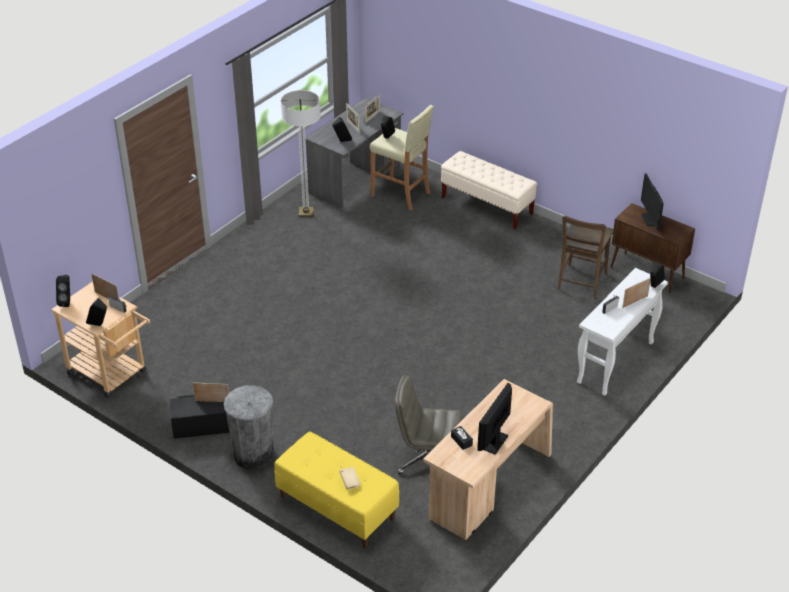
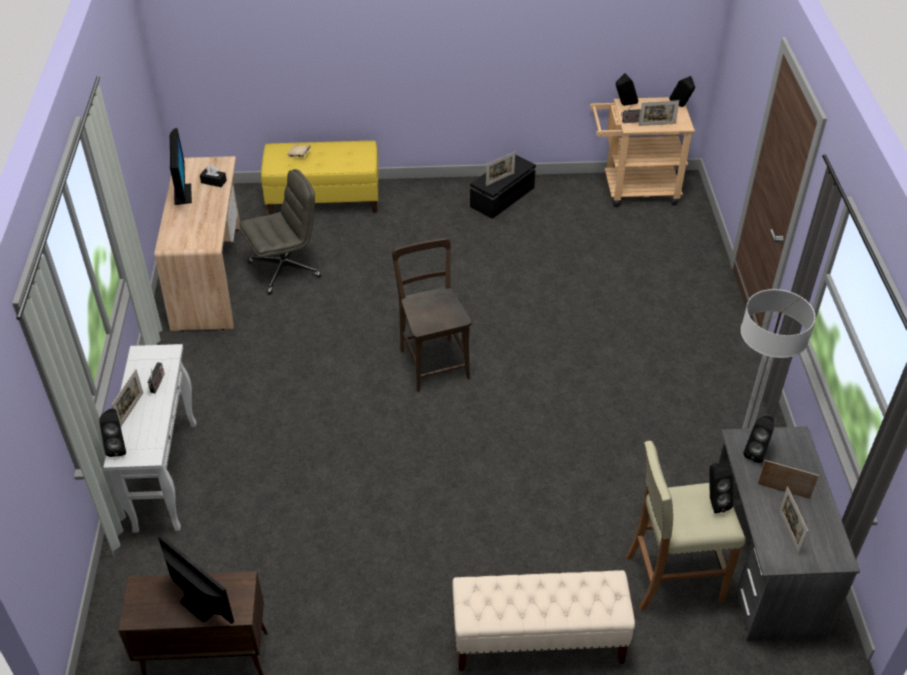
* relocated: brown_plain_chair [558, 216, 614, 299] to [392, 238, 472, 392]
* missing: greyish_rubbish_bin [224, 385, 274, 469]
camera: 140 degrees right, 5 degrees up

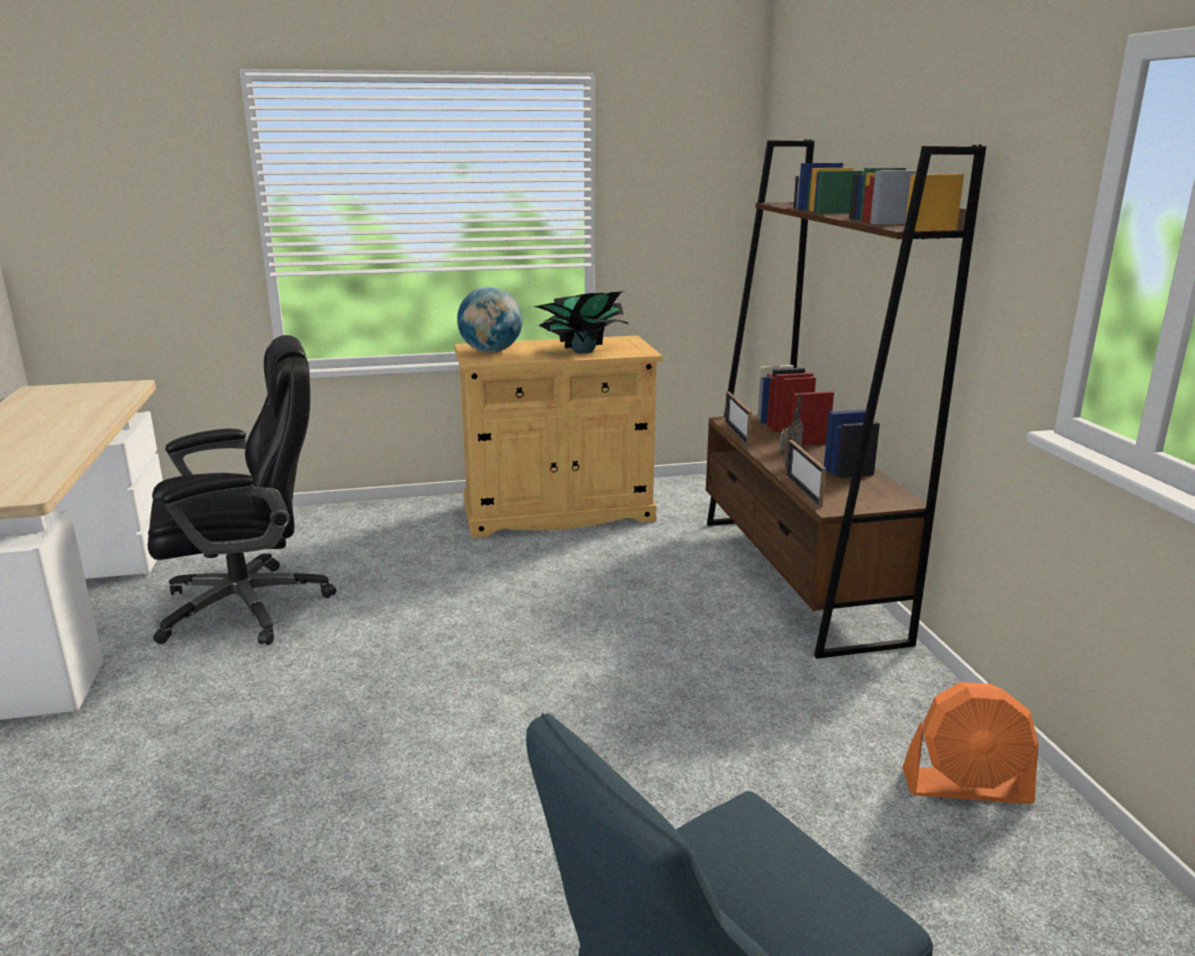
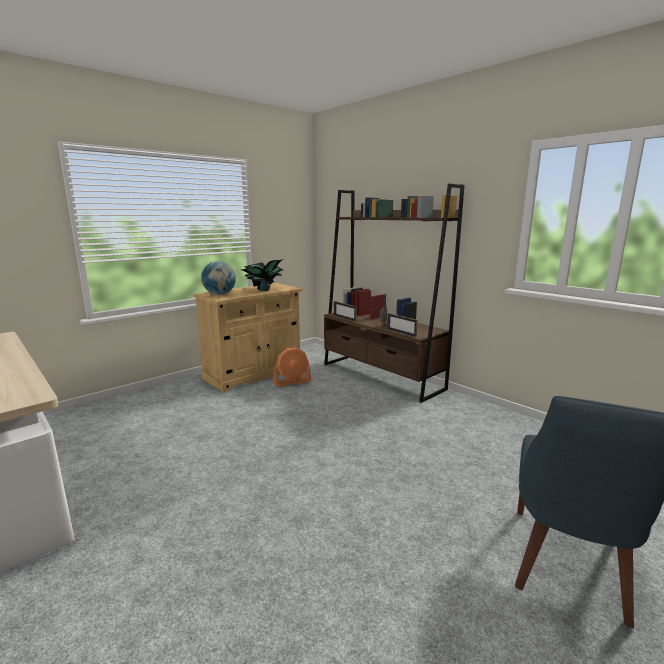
* missing: blackish_computer_chair [148, 335, 336, 645]
* relocated: orangey_electric_fan [902, 682, 1039, 804] to [273, 347, 311, 387]
camera: 30 degrees left, 5 degrees down

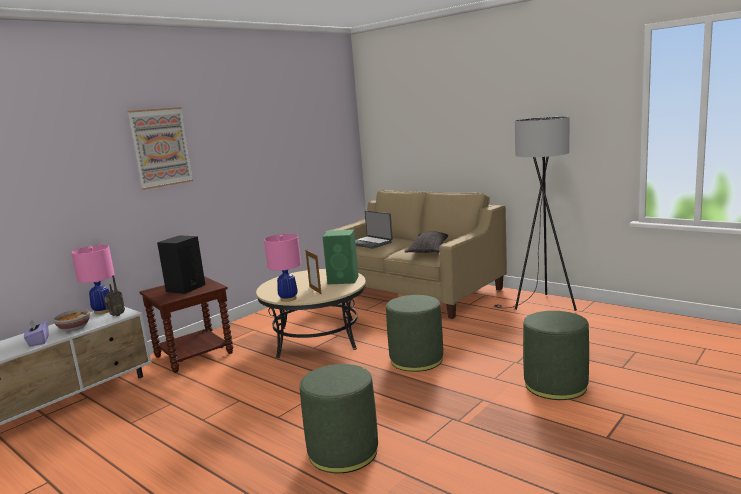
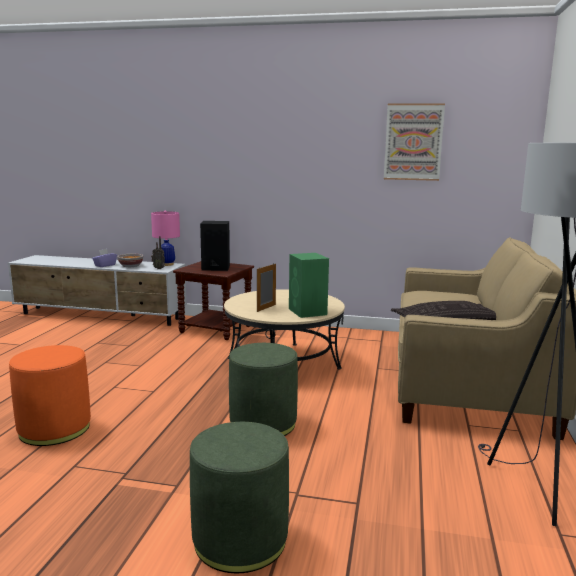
* relocated: wall_art [127, 107, 193, 190] to [384, 103, 445, 181]
* missing: notebook_computer [355, 211, 393, 249]
* missing: pinkish_table_lamp [264, 234, 301, 302]
* colour: green_footrest [300, 364, 378, 473] to orangey_footrest [9, 345, 91, 446]
camera: 60 degrees right, 0 degrees up

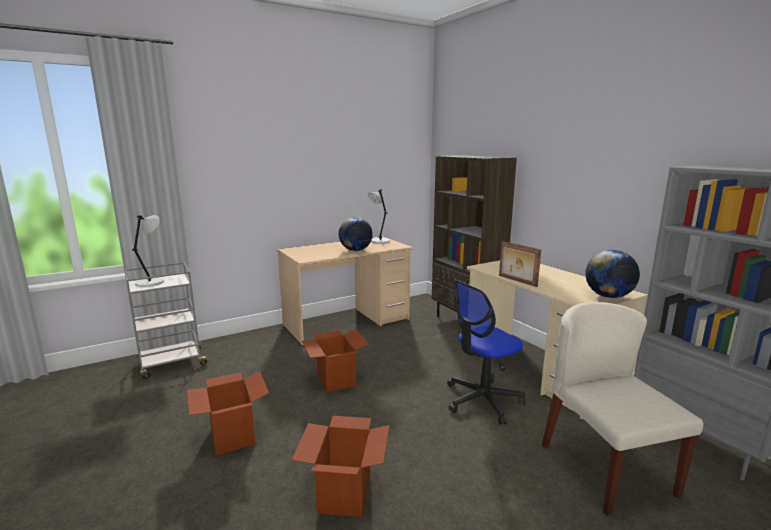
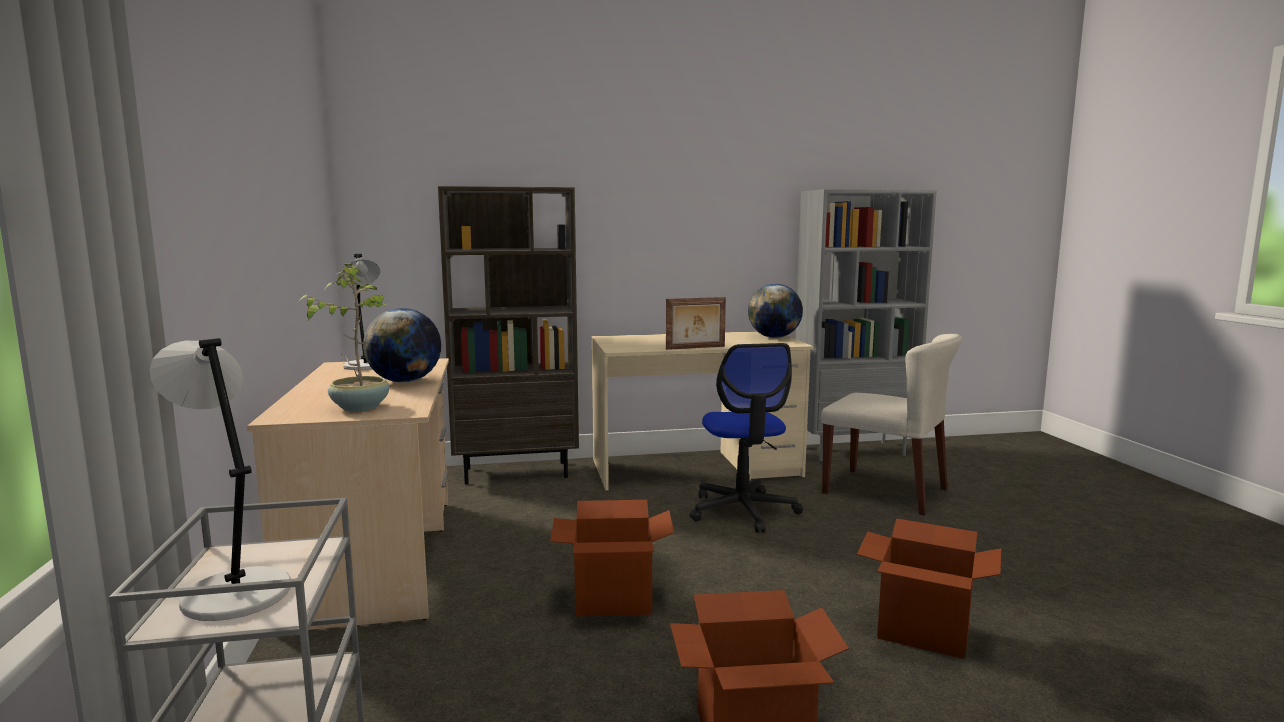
* spun: beige-coloured_plain_chair [542, 302, 703, 516] = [821, 334, 962, 516] 150 degrees counterclockwise
* appeared: houseplant [298, 264, 389, 412]
camera: 70 degrees left, 5 degrees down

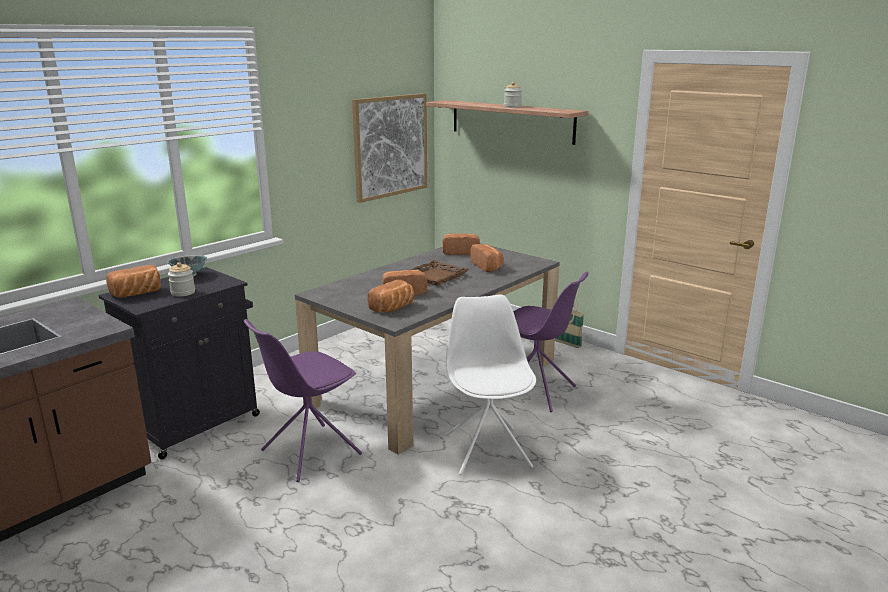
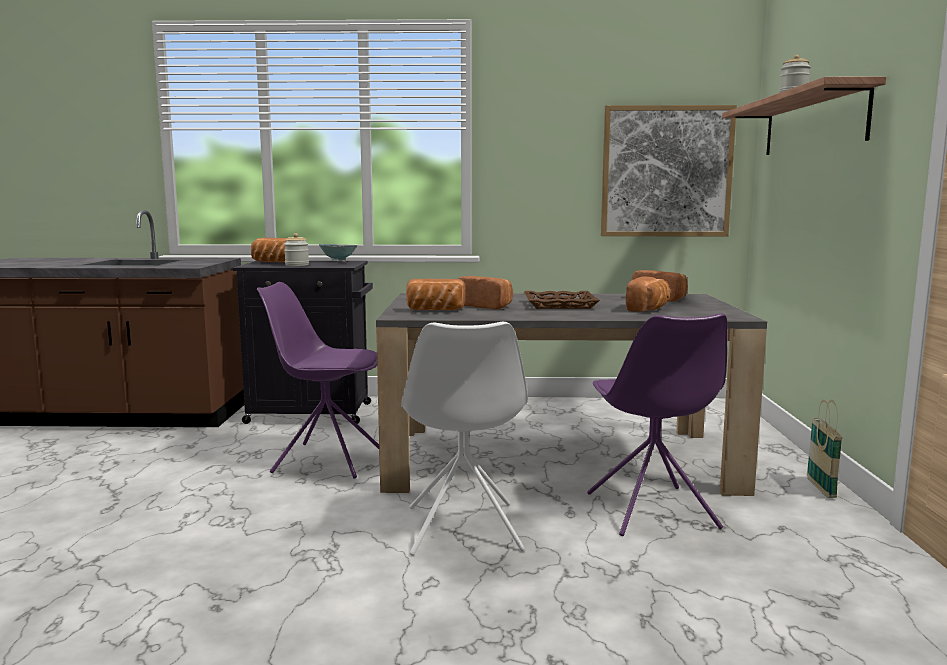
* spun: whitish_plain_chair [446, 294, 536, 475] = [401, 322, 528, 556] 135 degrees clockwise
camera: 50 degrees right, 10 degrees down

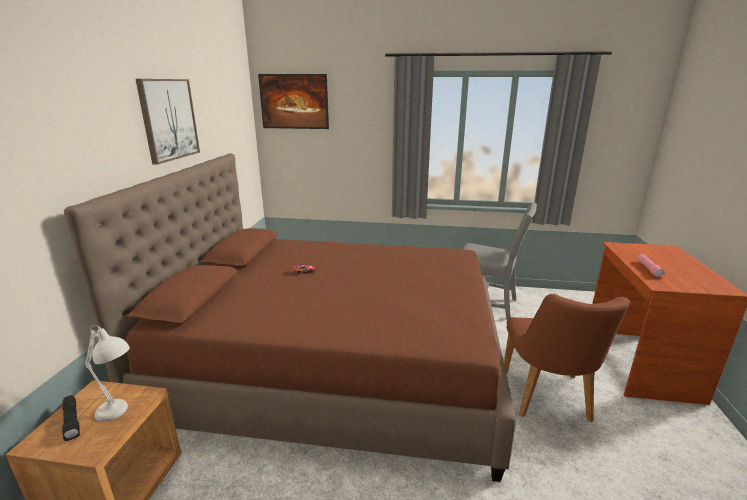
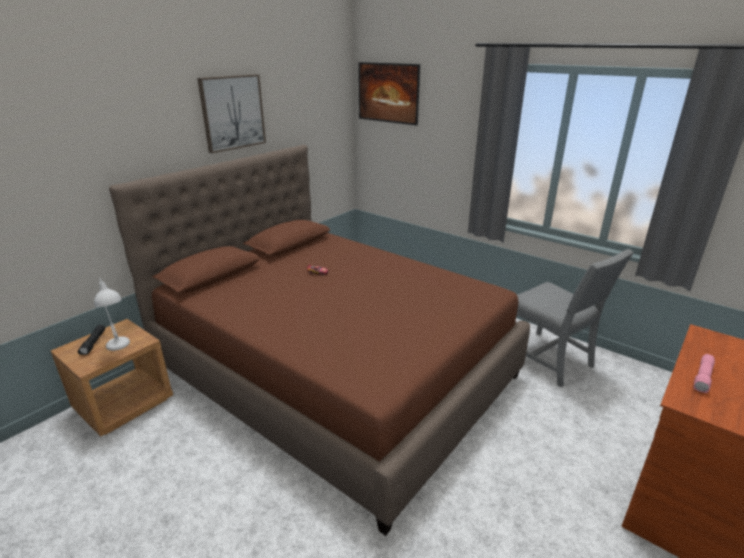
* missing: brown_plain_chair [504, 294, 630, 422]
camera: 30 degrees right, 5 degrees up

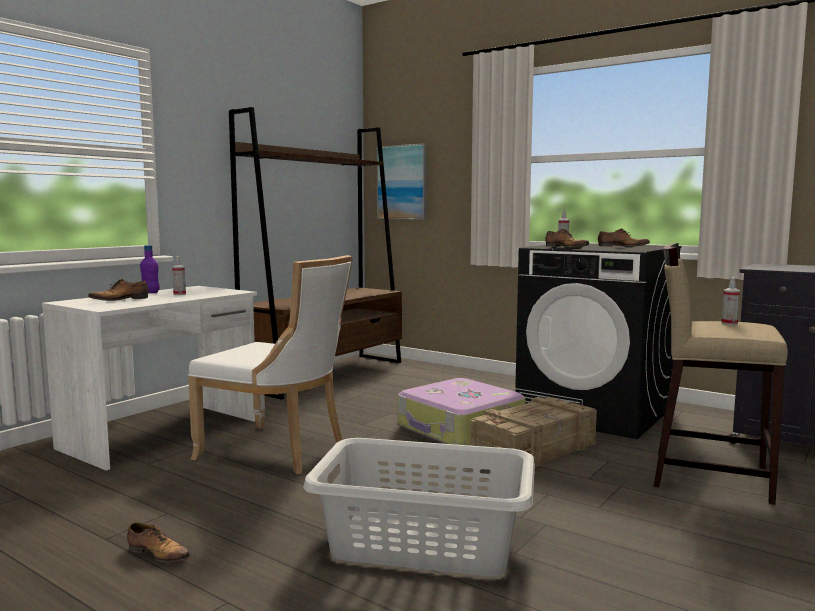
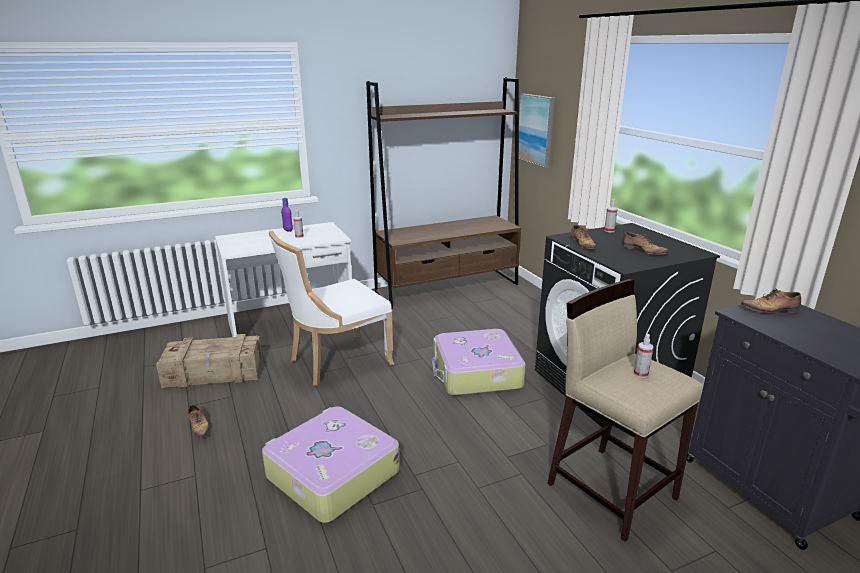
* spun: whitish_plain_chair [188, 255, 353, 474] = [269, 230, 394, 386] 90 degrees clockwise
* relocated: low_shoe [88, 279, 149, 301] to [740, 289, 801, 313]
* relocated: packing_crate [470, 397, 597, 467] to [156, 334, 262, 388]
* exchanged: greyish_laundry_basket [303, 438, 535, 576] to piece_of_luggage [262, 406, 400, 523]
camera: 30 degrees right, 15 degrees up

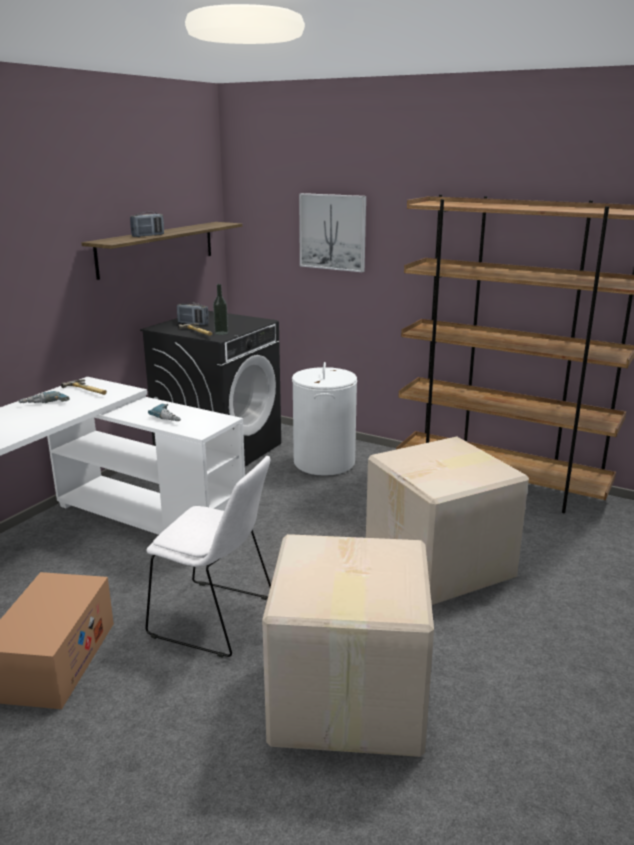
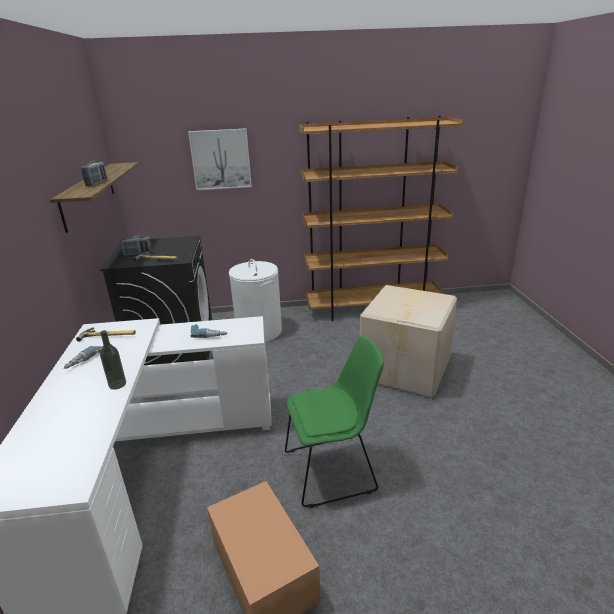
* relocated: drink_bottle [213, 284, 228, 335] to [100, 330, 126, 390]
* colour: whitish_plain_chair [145, 456, 271, 658] to green_plain_chair [285, 336, 384, 508]
* missing: cardboard_box [262, 534, 434, 757]
camera: 35 degrees left, 5 degrees up

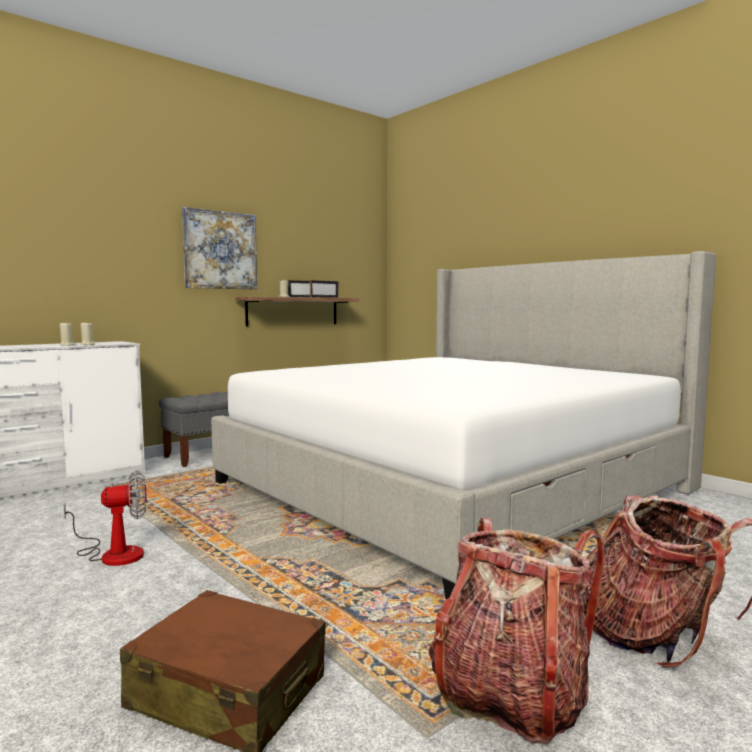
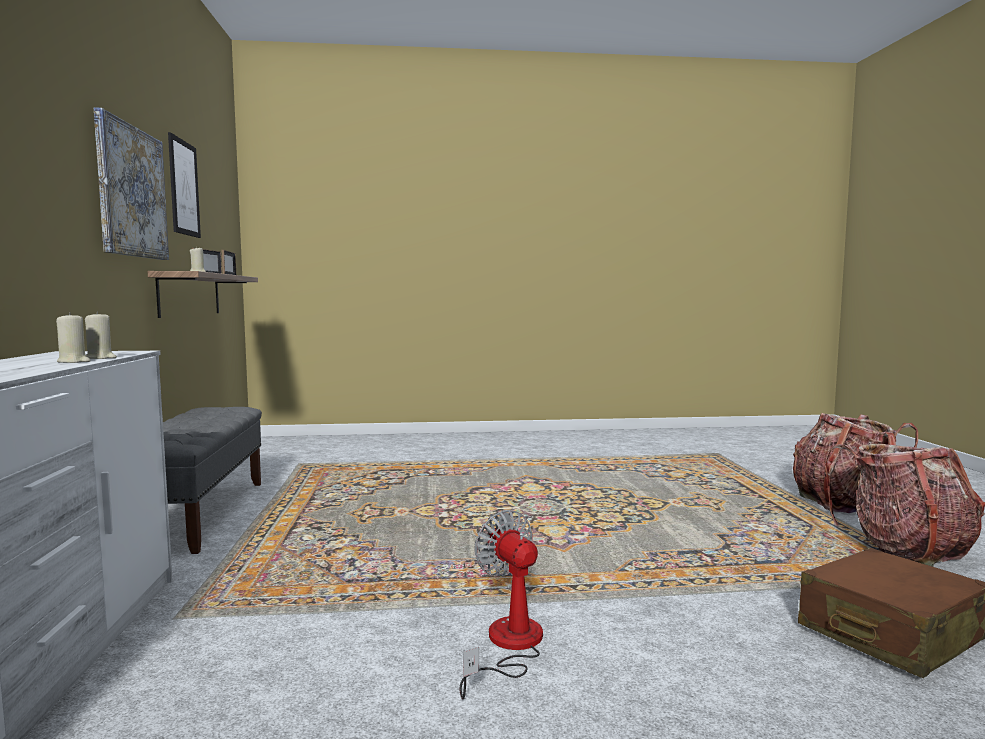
* missing: bed [211, 251, 716, 599]
* spun: electric_fan [64, 470, 147, 566] = [460, 510, 543, 699] 45 degrees counterclockwise
* appeared: wall_art [168, 132, 201, 238]
camera: 55 degrees left, 0 degrees up

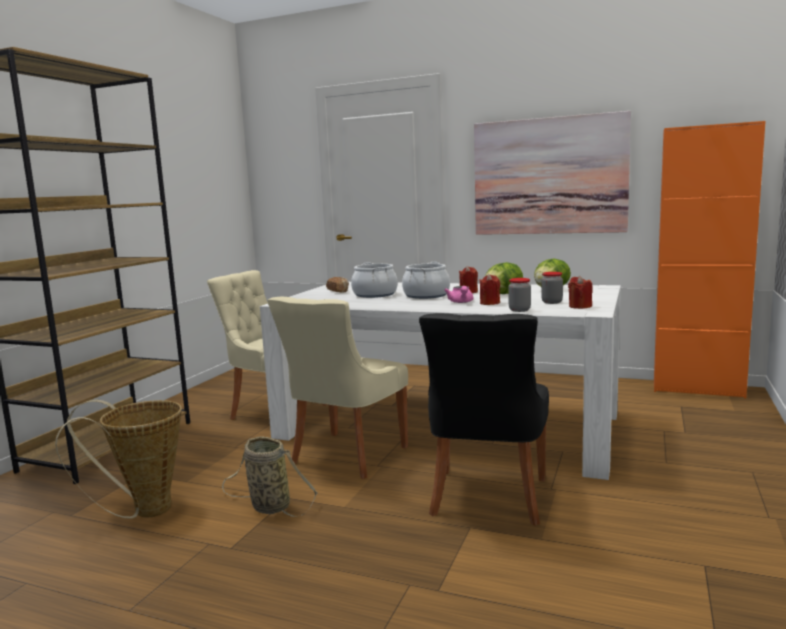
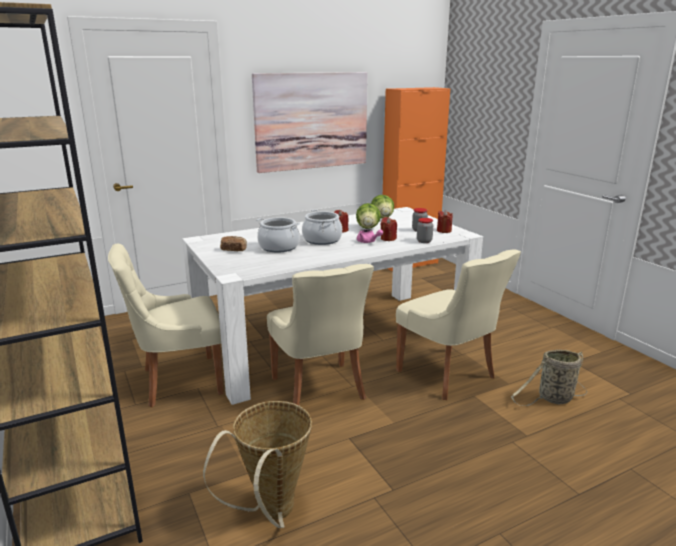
* colour: blackish_plain_chair [419, 313, 549, 526] to beige-coloured_plain_chair [396, 249, 521, 400]
* relocated: storage_basket [222, 436, 318, 517] to [511, 349, 587, 406]
camera: 50 degrees left, 10 degrees up

